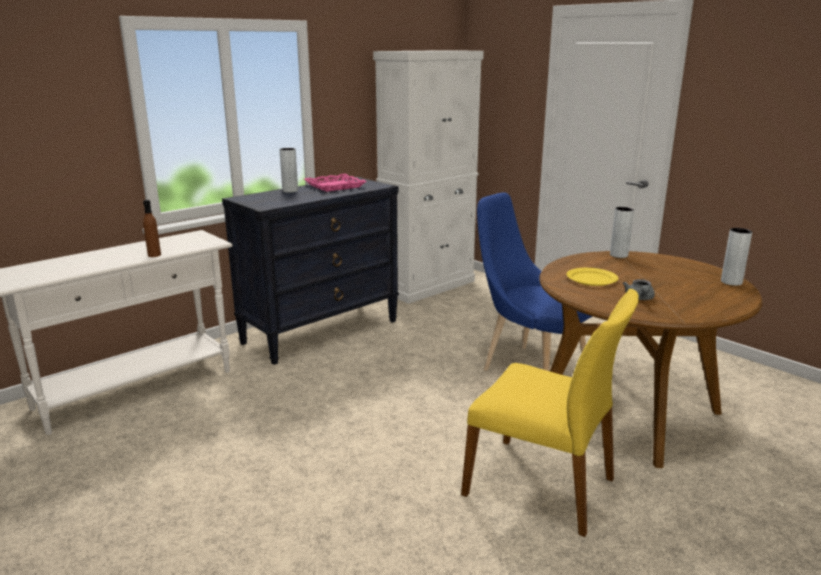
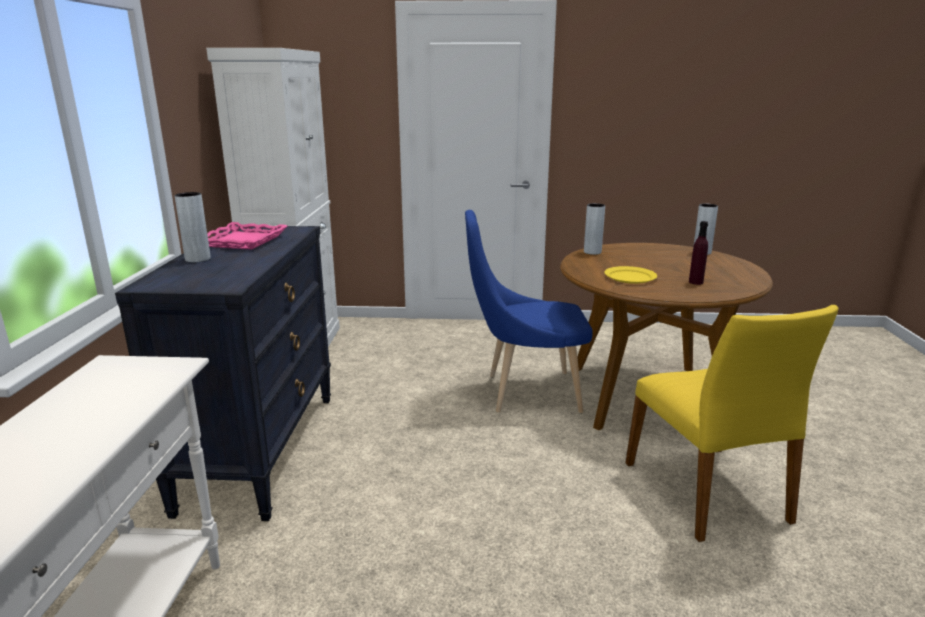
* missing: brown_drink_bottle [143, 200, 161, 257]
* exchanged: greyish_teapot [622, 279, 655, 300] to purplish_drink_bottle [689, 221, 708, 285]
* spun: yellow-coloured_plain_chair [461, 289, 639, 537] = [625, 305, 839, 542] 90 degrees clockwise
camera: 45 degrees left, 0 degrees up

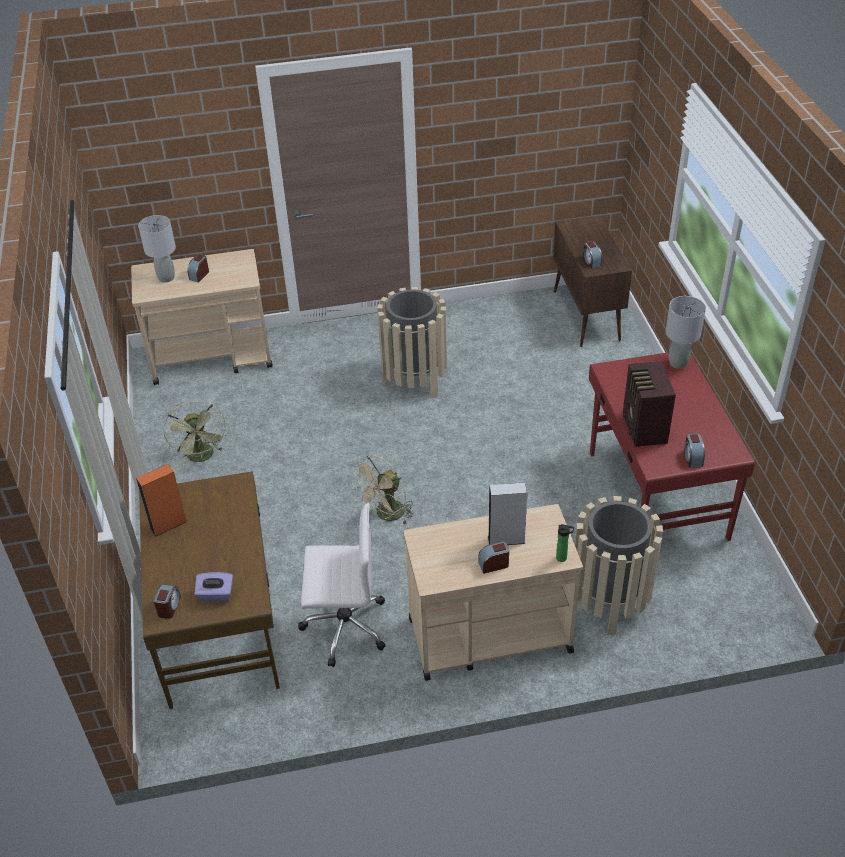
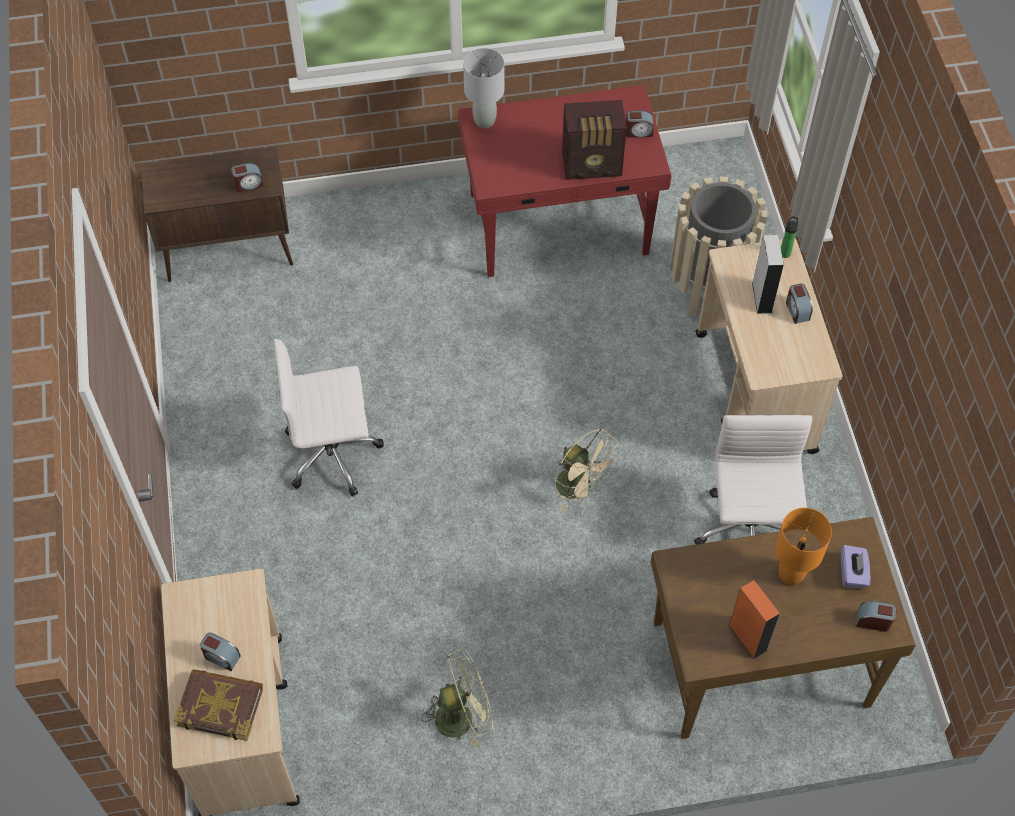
* exchanged: greyish_table_lamp [138, 215, 176, 283] to book [174, 669, 263, 741]
* exchanged: beige-coloured_rubbish_bin [377, 287, 447, 399] to whitish_computer_chair [274, 339, 384, 497]
* appeared: orangey_table_lamp [775, 508, 832, 585]
camera: 90 degrees left, 15 degrees up

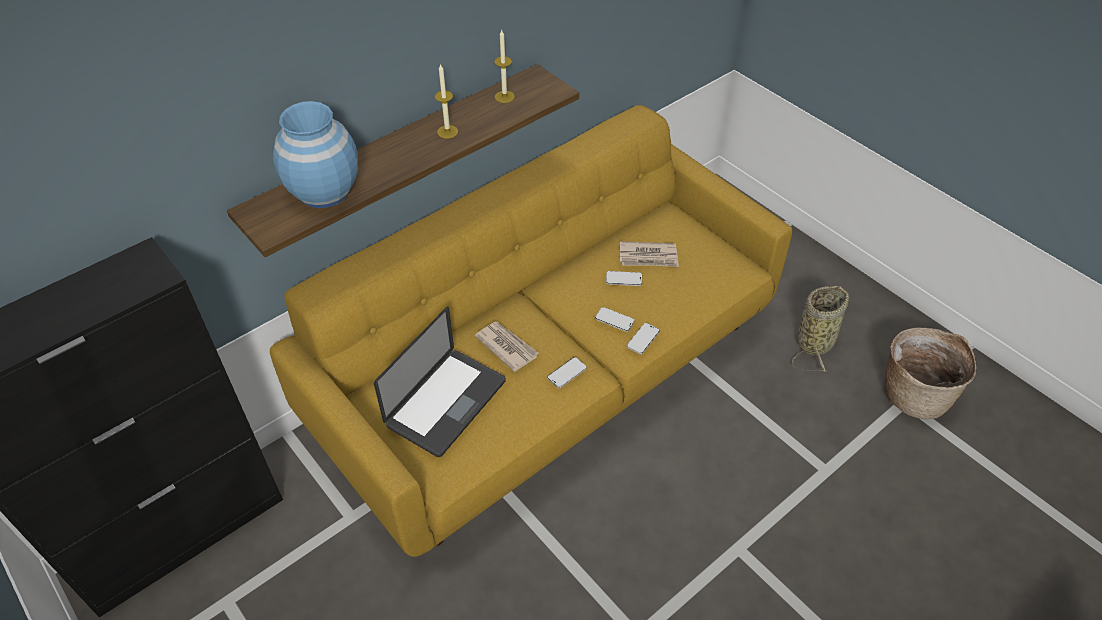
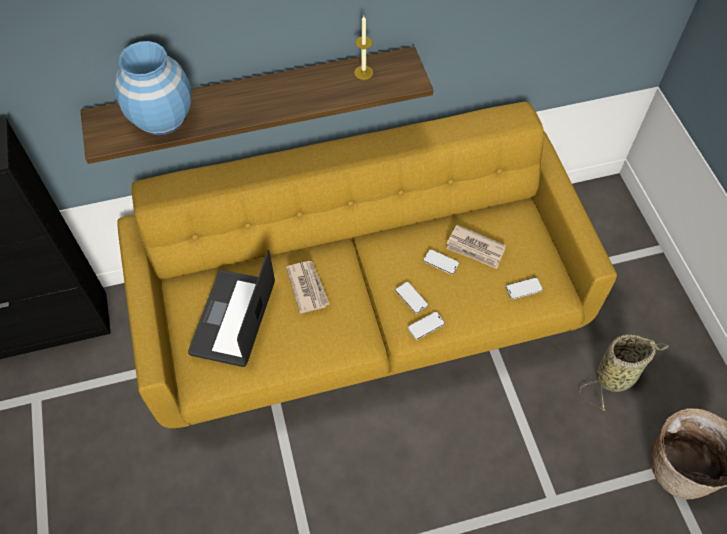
* missing: candle [435, 63, 458, 138]
* spun: notebook_computer [374, 307, 506, 457] = [188, 250, 275, 367] 135 degrees clockwise
* relocated: telephone [547, 357, 587, 388] to [506, 277, 543, 299]
camera: 25 degrees right, 10 degrees up

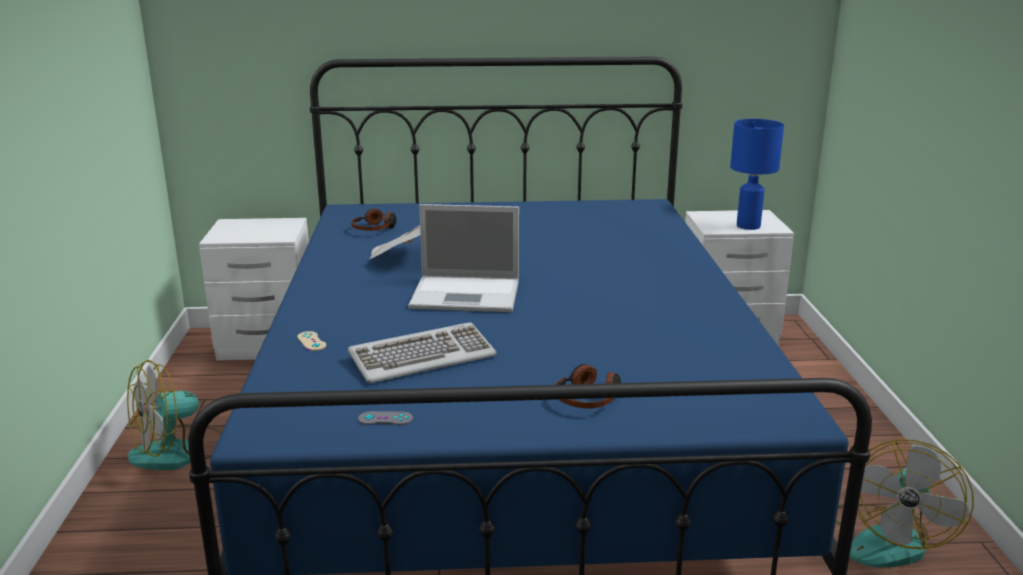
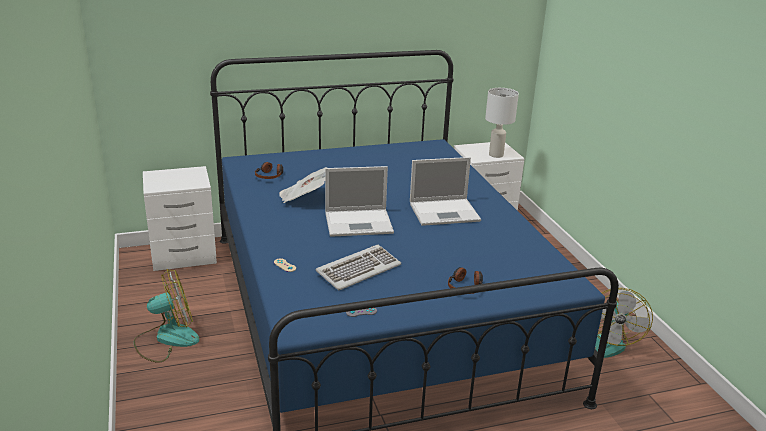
* colour: blue_table_lamp [730, 119, 784, 230] to whitish_table_lamp [485, 88, 519, 158]
* spun: electric_fan [127, 360, 222, 470] = [134, 269, 199, 363] 150 degrees counterclockwise
* appeared: notebook_computer [410, 157, 481, 226]
camera: 15 degrees left, 5 degrees up

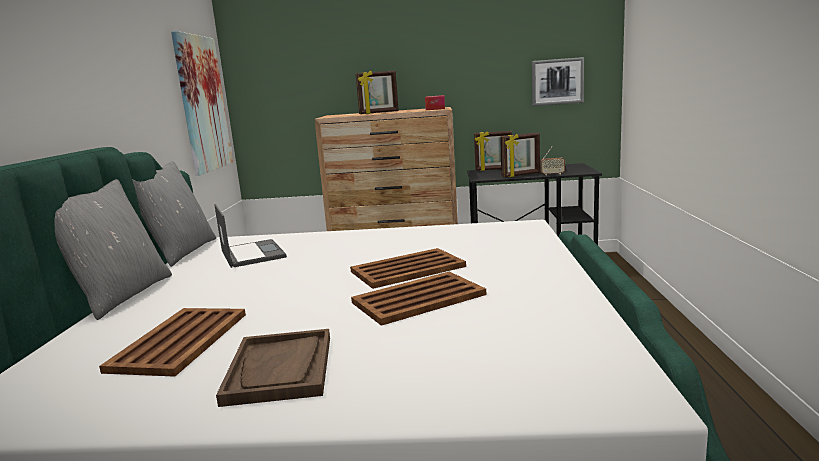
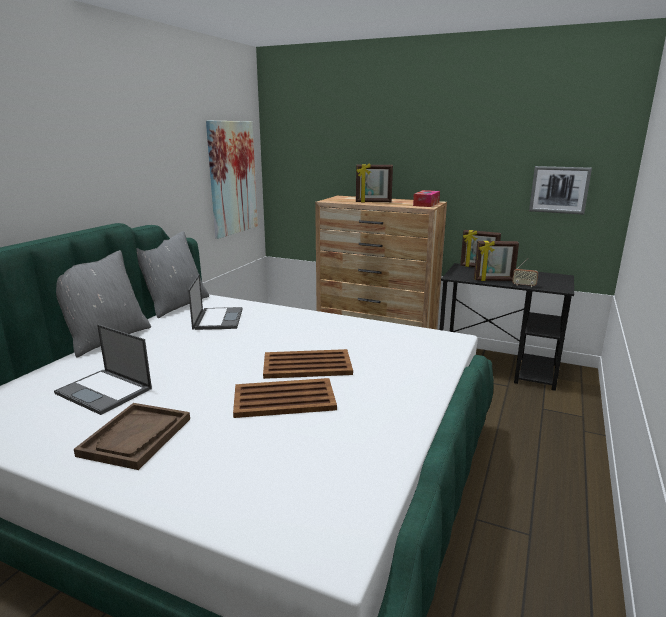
* exchanged: brown_tray [99, 308, 246, 377] to notebook_computer [54, 324, 152, 415]
camera: 20 degrees right, 5 degrees up

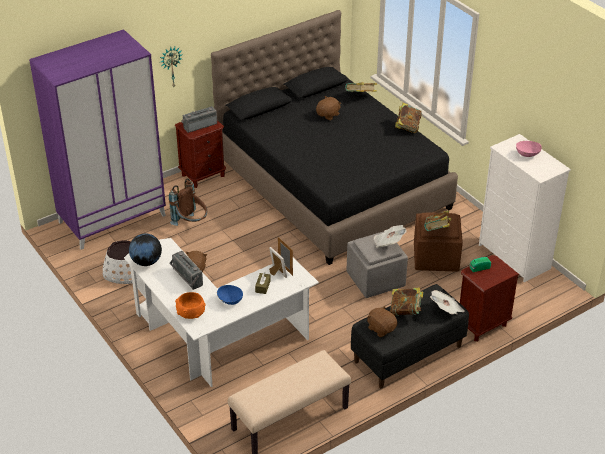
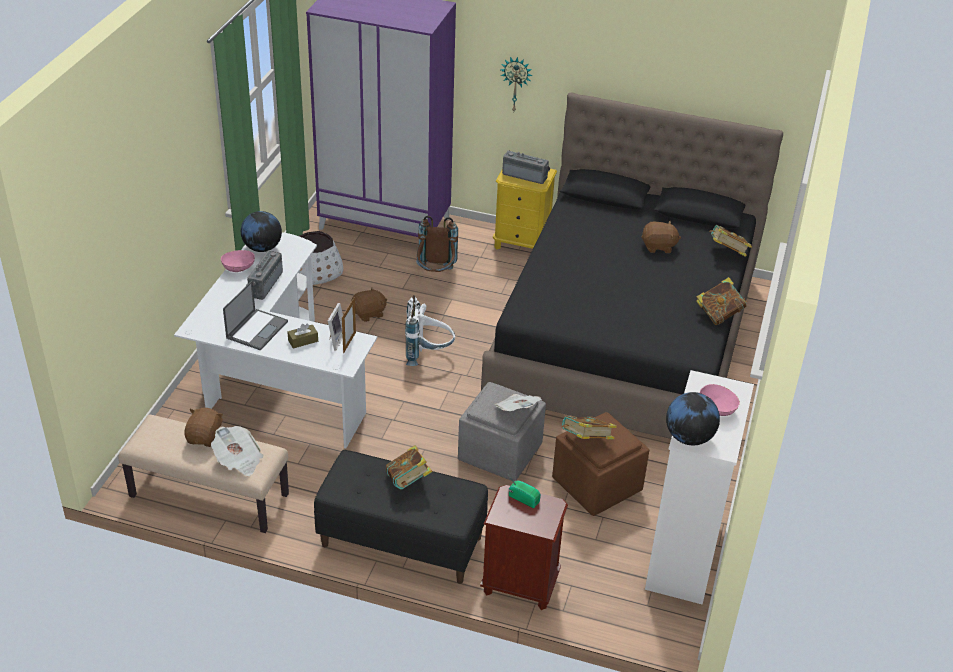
* colour: brown_night_table [175, 120, 226, 188] to yellow-coloured_night_table [493, 169, 557, 249]
* exchanged: blue_serving_bowl [217, 285, 243, 305] to notebook_computer [223, 281, 288, 351]
* relocated: daily_paper [430, 290, 465, 315] to [211, 426, 264, 476]
* missing: orangey_serving_bowl [175, 292, 206, 319]
* relocated: brown_plush_toy [367, 306, 398, 337] to [184, 408, 223, 447]
* appeared: pinkish_serving_bowl [221, 250, 255, 272]
* appeared: whitish_backpack [405, 295, 455, 366]
* appeared: globe [666, 392, 720, 445]
camera: 50 degrees right, 0 degrees up

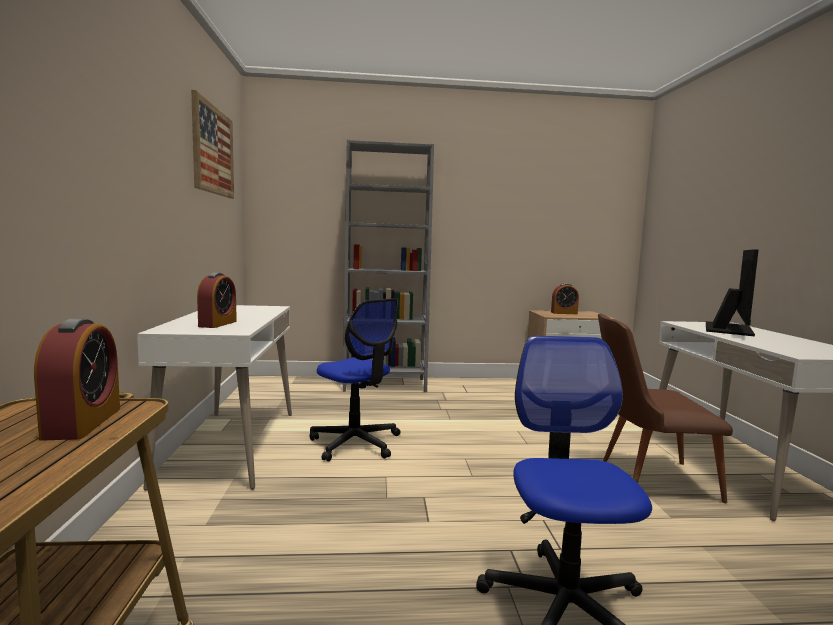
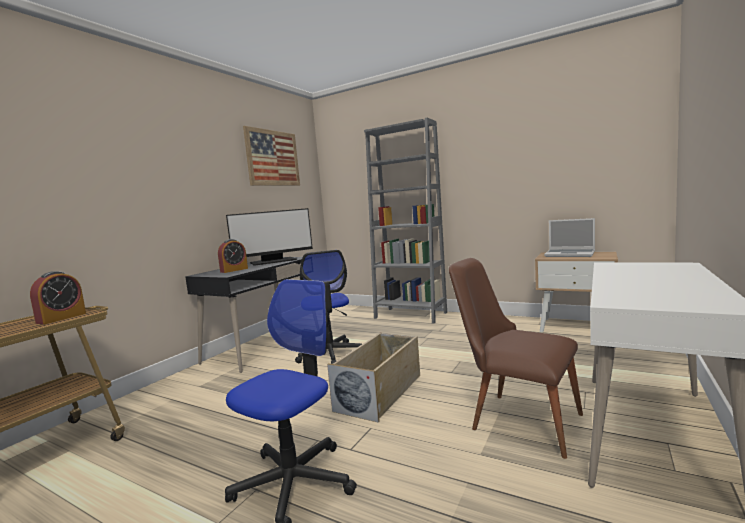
* relocated: computer_screen [706, 249, 759, 336] to [226, 208, 313, 266]
* exchanged: table_clock [551, 283, 579, 314] to notebook_computer [544, 218, 595, 257]
* colour: whitish_desk_unit [137, 305, 292, 491] to blackish_desk_unit [185, 257, 303, 373]
* appeared: beige-coloured_storage_container [327, 333, 420, 423]
camera: 35 degrees right, 0 degrees up

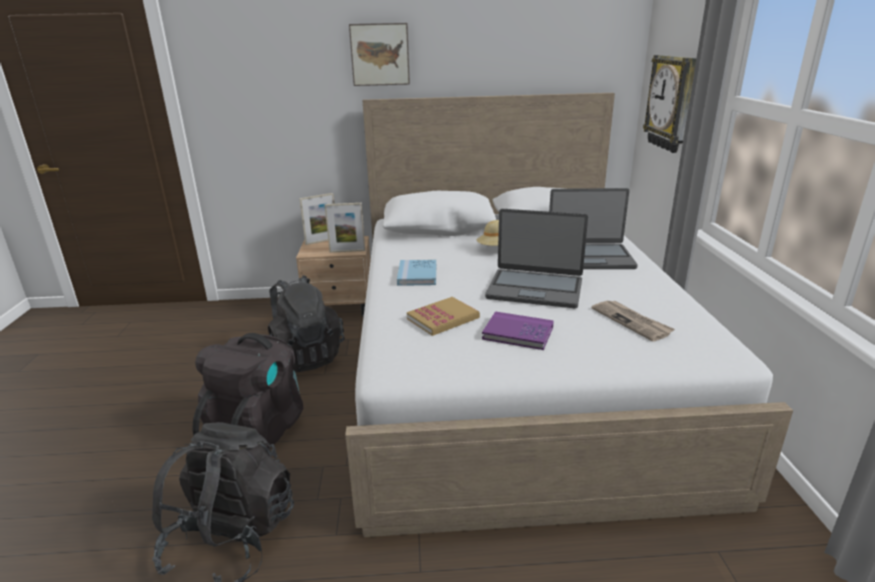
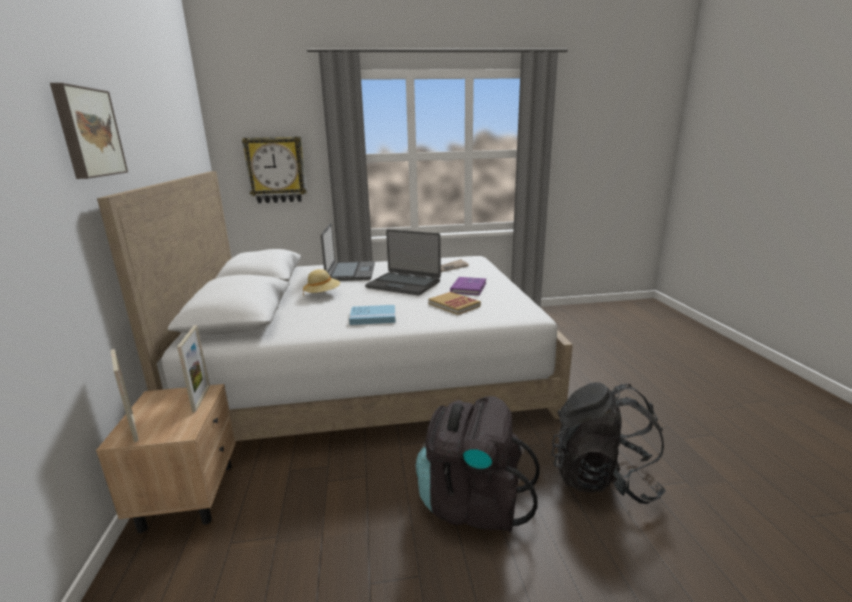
* spun: notebook_computer [485, 209, 588, 308] = [365, 229, 441, 295] 105 degrees clockwise
* missing: blackish_backpack [268, 275, 344, 372]
camera: 95 degrees left, 5 degrees down

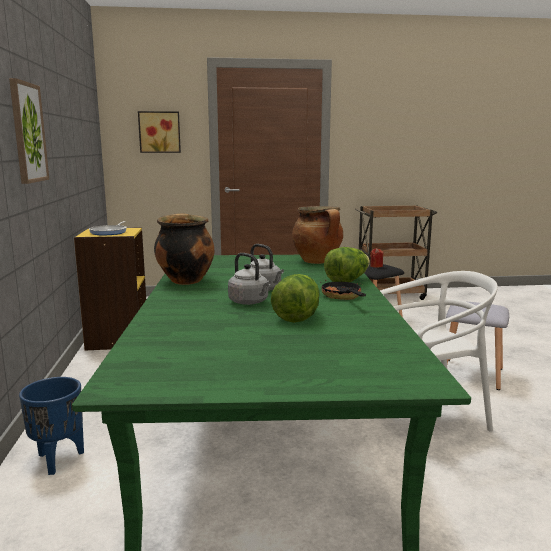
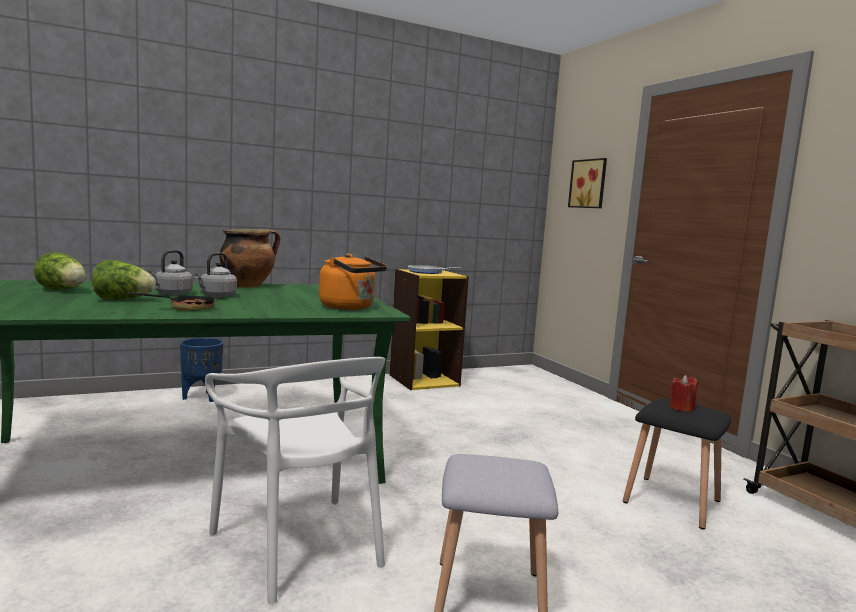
* missing: wall_art [9, 78, 49, 184]
* exchanged: cooking_pot [292, 206, 343, 264] to orangey_kettle [319, 253, 387, 310]
* relocated: lettuce_head [324, 247, 370, 282] to [34, 252, 86, 290]
camera: 70 degrees right, 5 degrees down

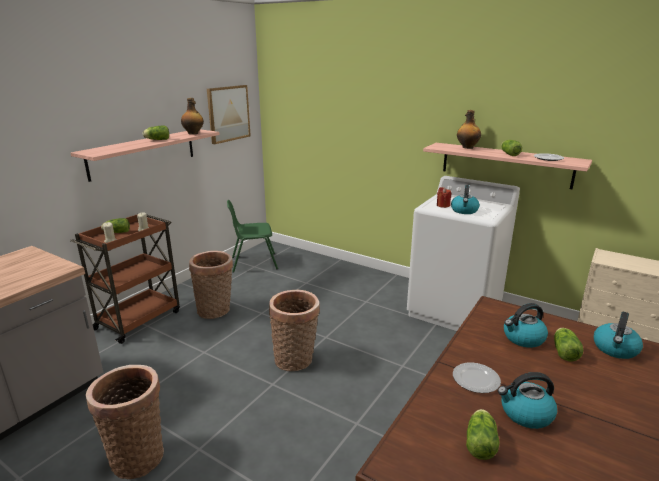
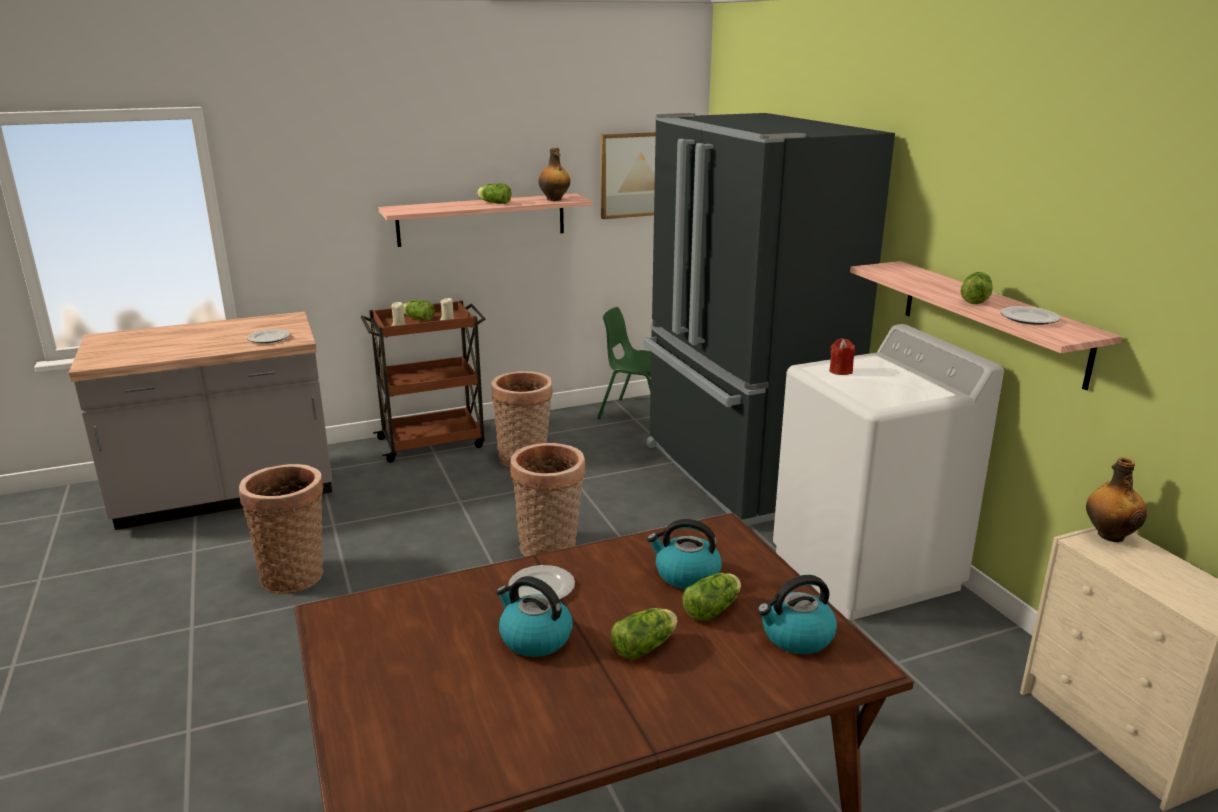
* relocated: drink_bottle [457, 110, 481, 149] to [1086, 457, 1147, 542]
* missing: kettle [451, 185, 480, 214]
* relocated: lettuce_head [466, 409, 500, 460] to [611, 608, 677, 660]
* appeared: blackish_fridge [643, 113, 895, 526]
* appeared: dinner_plate [247, 329, 290, 343]
camera: 35 degrees right, 0 degrees up

